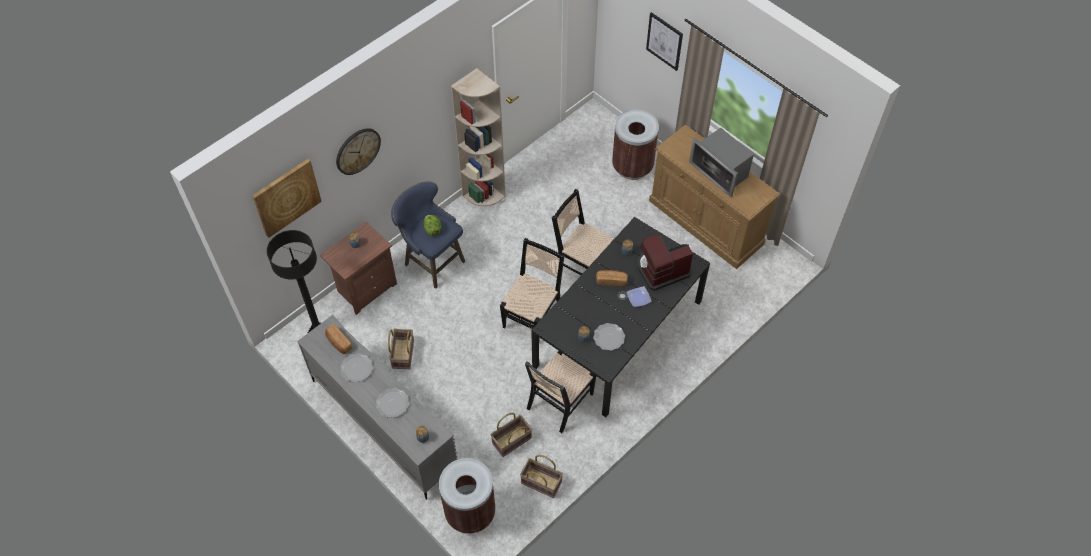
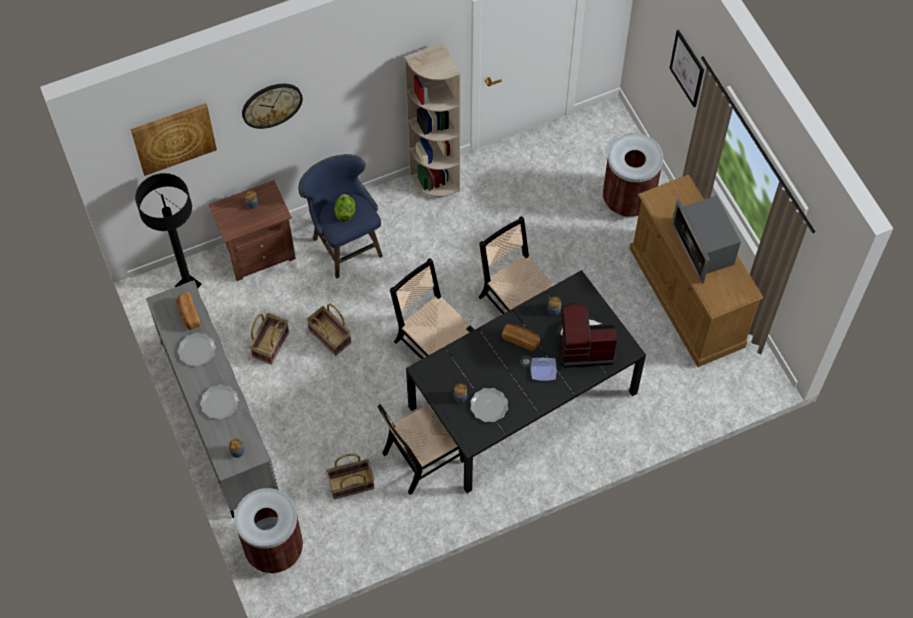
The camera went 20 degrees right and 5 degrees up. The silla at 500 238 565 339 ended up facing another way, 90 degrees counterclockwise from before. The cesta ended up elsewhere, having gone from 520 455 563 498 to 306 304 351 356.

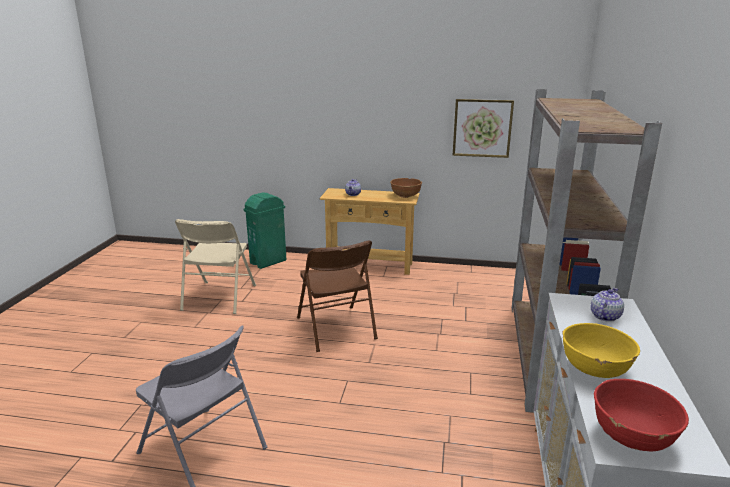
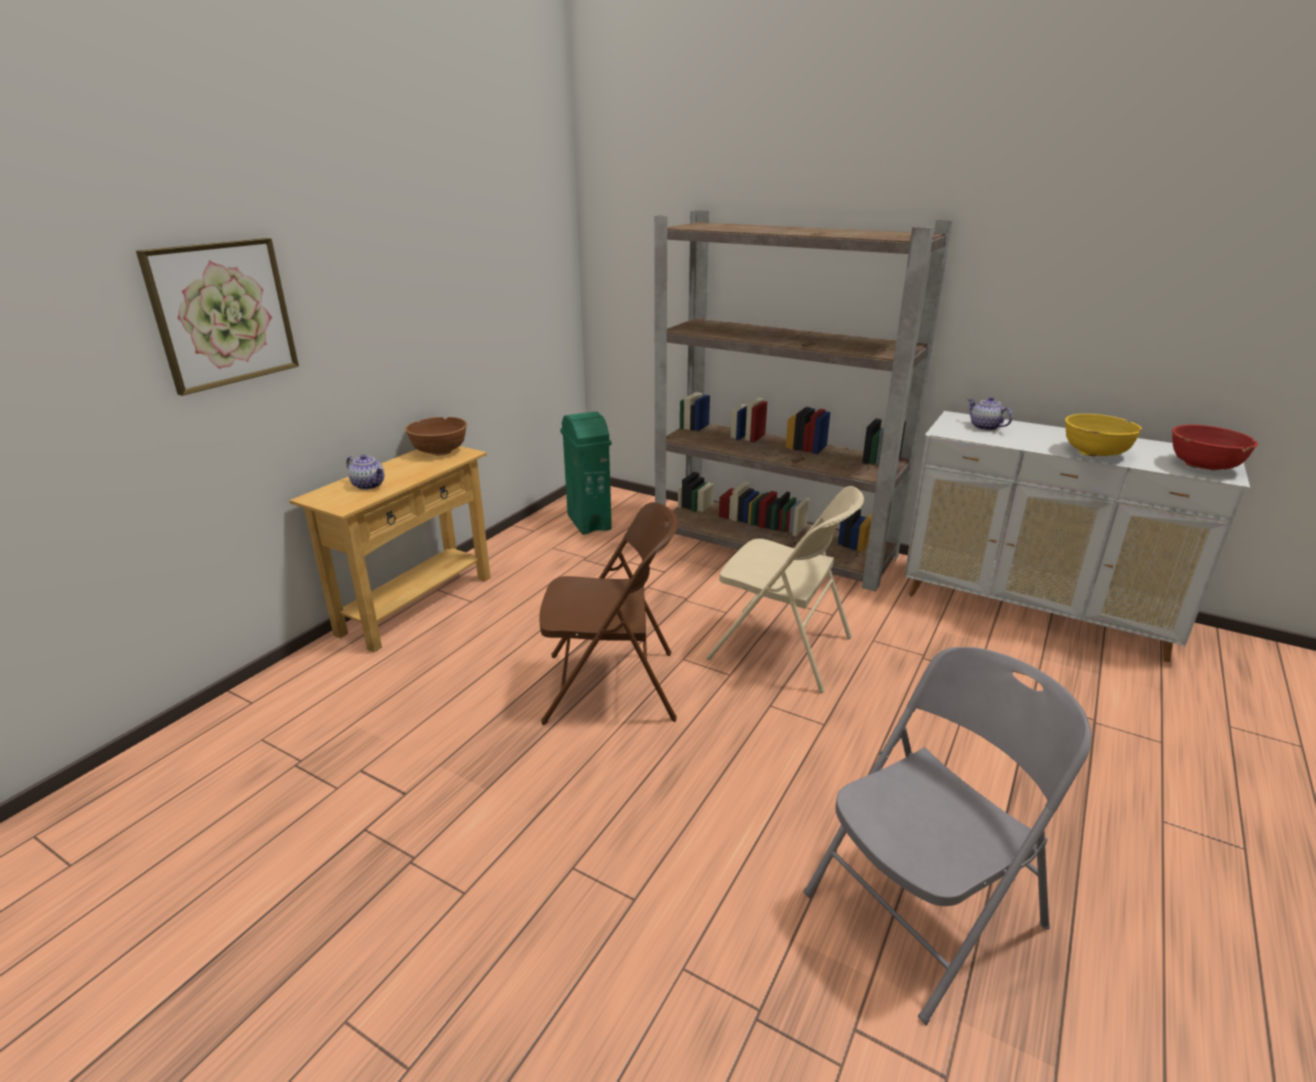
The camera went 70 degrees left and 5 degrees up. The silla/beis ended up elsewhere, having gone from 175 219 256 314 to 706 486 864 694. The papelera/verde ended up elsewhere, having gone from 244 192 286 269 to 560 411 612 535. The cuadro ended up elsewhere, having gone from 453 99 514 158 to 136 238 299 396.

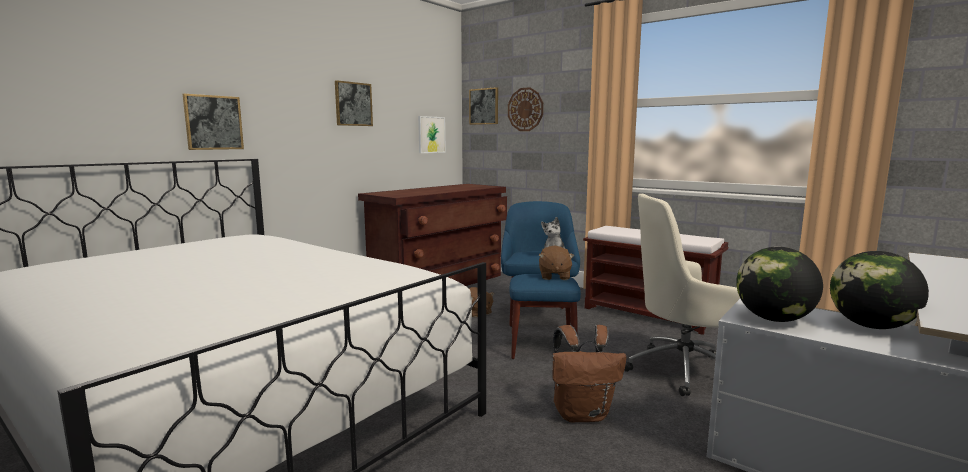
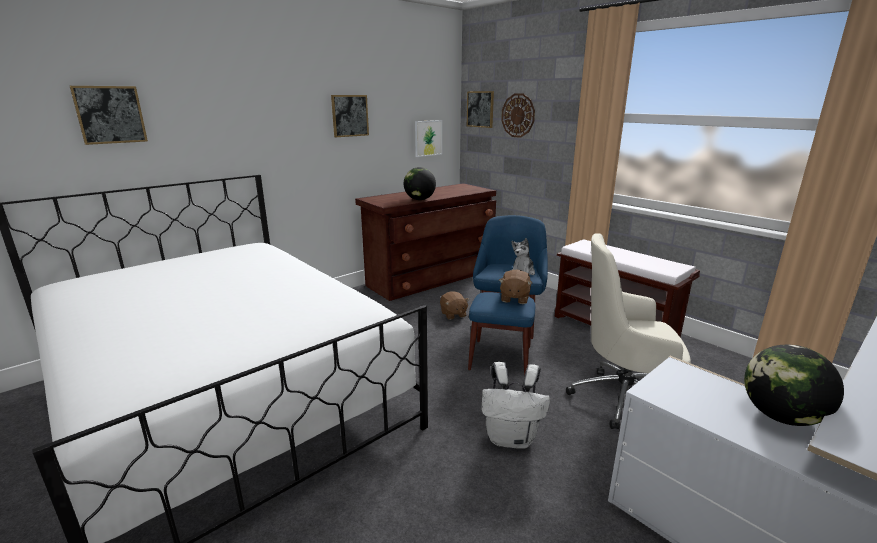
The camera went 10 degrees right and 10 degrees up. The cuadro ended up elsewhere, having gone from 183 94 244 150 to 70 86 148 145. What was the mochila/marrón at 552 325 626 423 turned into the mochila/blanco at 482 362 550 449. The globo terráqueo ended up elsewhere, having gone from 736 247 823 322 to 404 167 436 200.

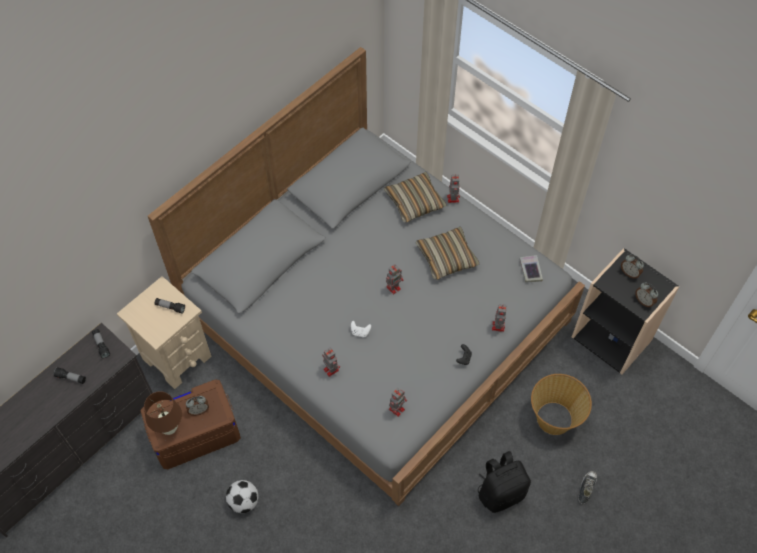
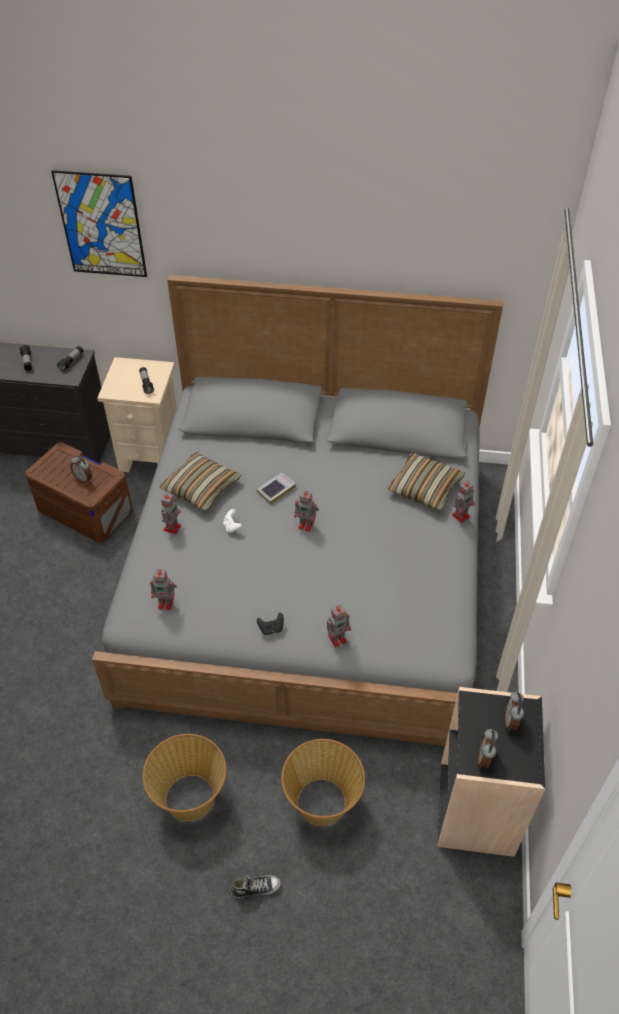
The camera went 55 degrees right and 10 degrees down. The second view lost the lámpara de mesa/marrón at 144 391 182 435. The second view lost the balón de fútbol at 226 480 258 513. The cojín ended up elsewhere, having gone from 416 227 479 280 to 159 452 242 511. Where the mochila/negro stood at 478 451 531 513, the cesta came to stand at 142 734 226 821. The libro ended up elsewhere, having gone from 519 255 543 283 to 257 473 296 504. The second view gained the cuadro at 51 170 147 277.

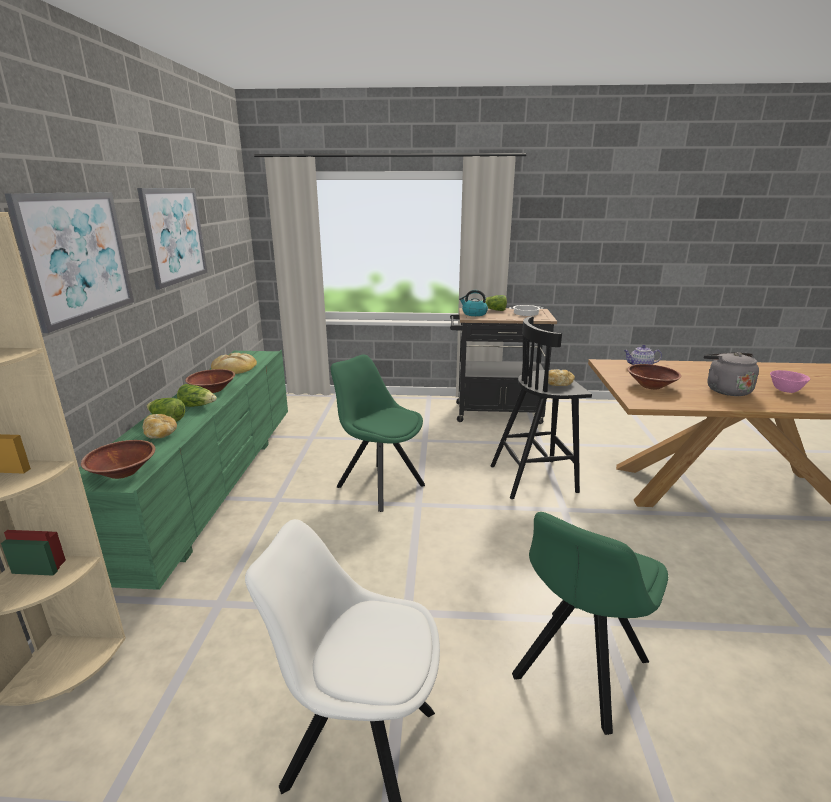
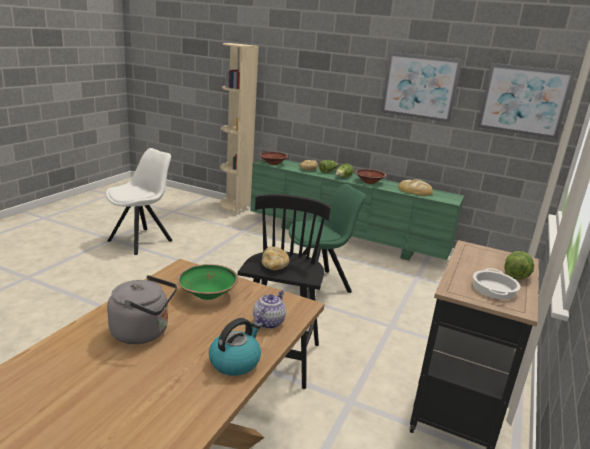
The camera went 110 degrees right and 0 degrees up. The cuadro ended up elsewhere, having gone from 5 192 134 333 to 477 63 576 139. The hervidor ended up elsewhere, having gone from 459 290 488 316 to 209 318 261 376. The second view lost the silla/verde at 512 512 668 735. What was the cuenco/marrón at 627 364 681 389 turned into the cuenco/verde at 177 264 238 300. The second view lost the cuenco/rosa at 770 370 810 393.

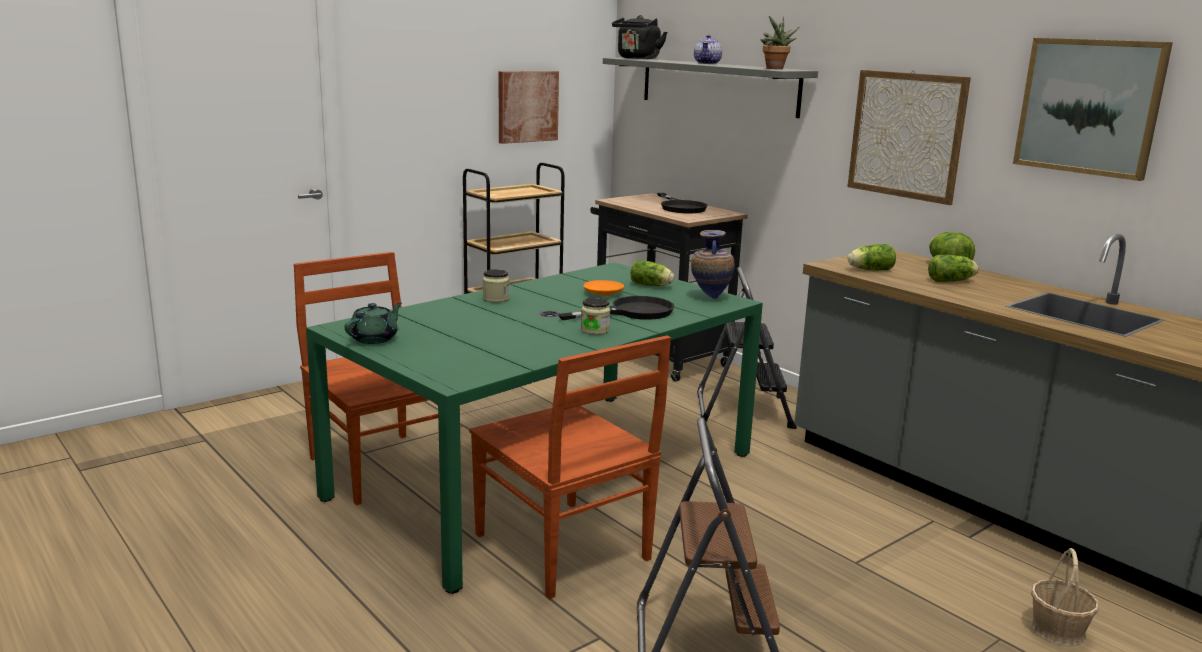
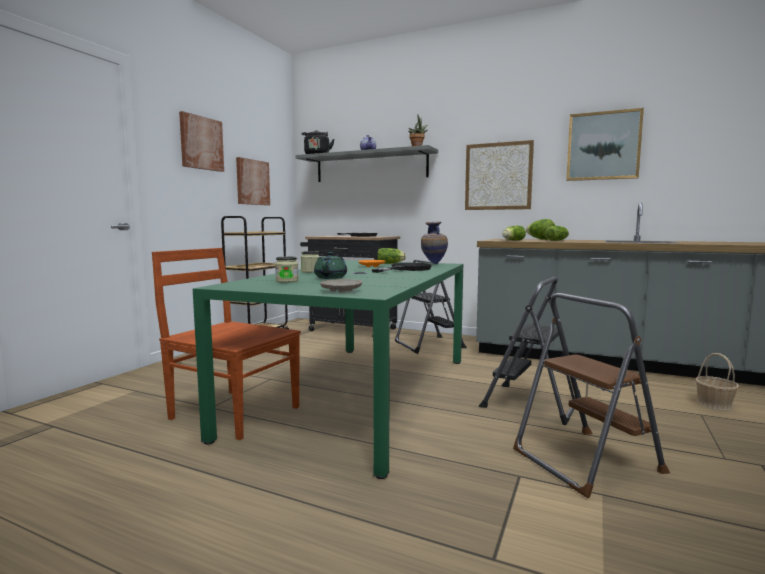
The camera went 25 degrees left and 10 degrees down. The tetera/verde ended up elsewhere, having gone from 344 302 402 344 to 314 252 347 279. The second view lost the silla/marrón at 469 335 671 599. The tarro ended up elsewhere, having gone from 581 298 610 335 to 275 257 299 283. The second view gained the cuadro at 179 111 224 172. The second view gained the plato/beis at 320 279 362 292. The second view gained the escalera de tijera/negro at 479 277 581 425.

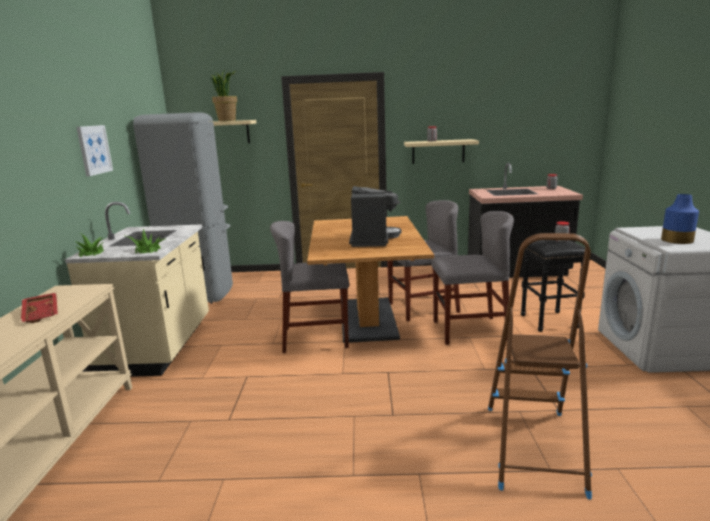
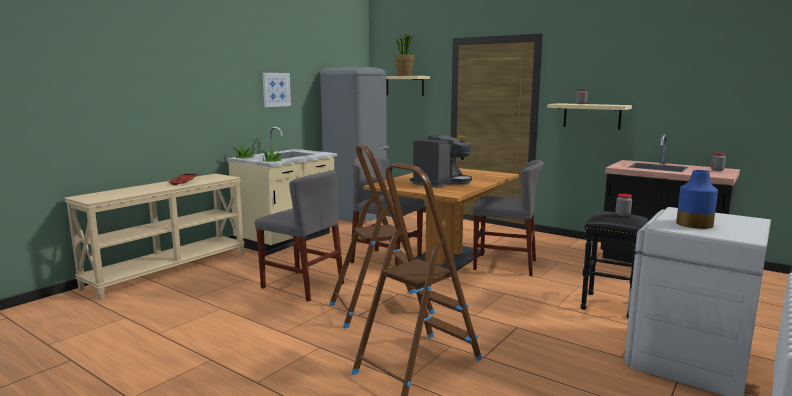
The camera went 35 degrees right and 5 degrees down. The silla/gris ended up elsewhere, having gone from 431 211 514 345 to 255 171 344 302. The second view gained the escalera de tijera/marrón at 329 144 435 328.

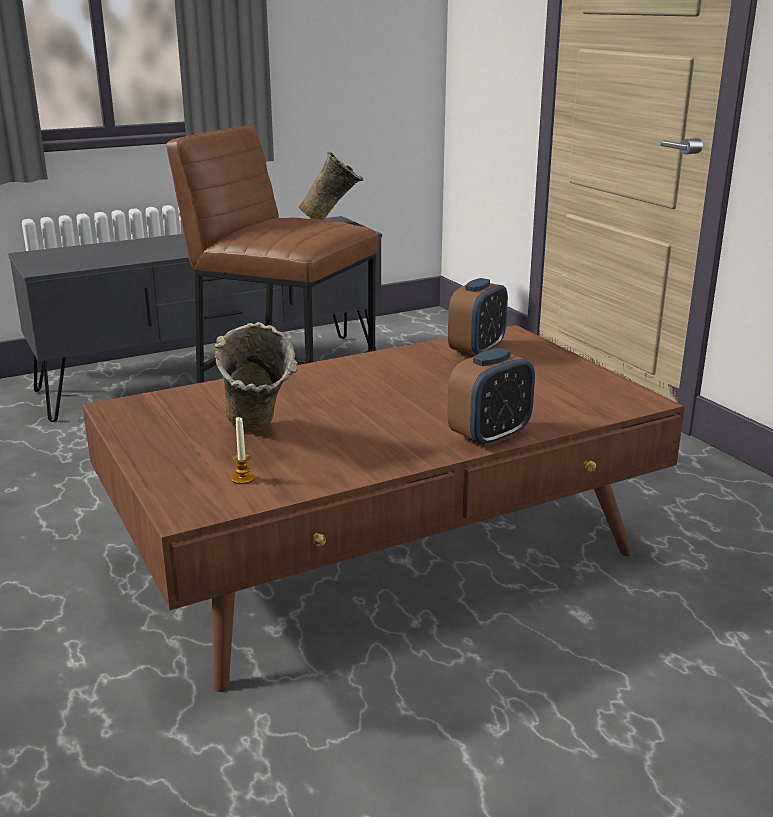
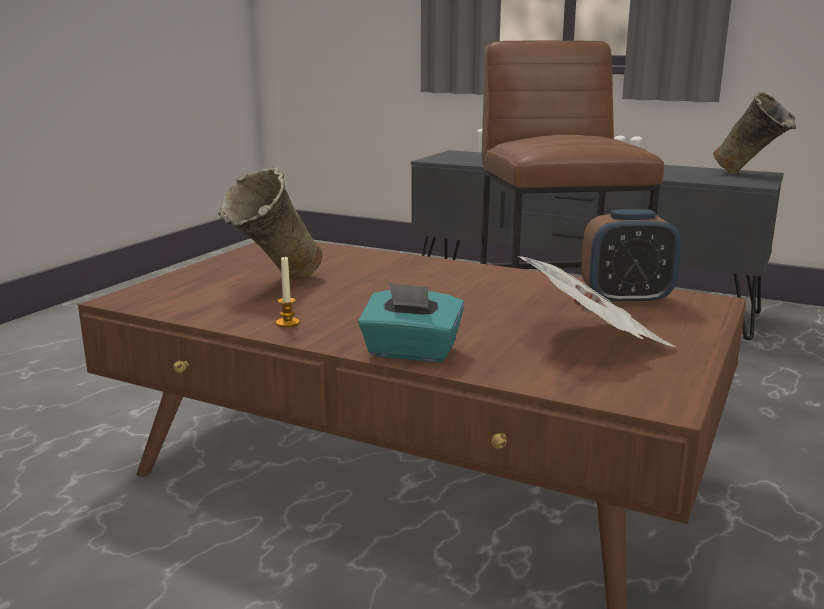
The camera went 55 degrees right and 5 degrees down. The vela ended up elsewhere, having gone from 231 417 255 484 to 276 255 300 327. Where the despertador stood at 447 348 535 448, the caja de pañuelos/turquesa came to stand at 358 282 464 362. The second view gained the periódico at 518 256 676 347.

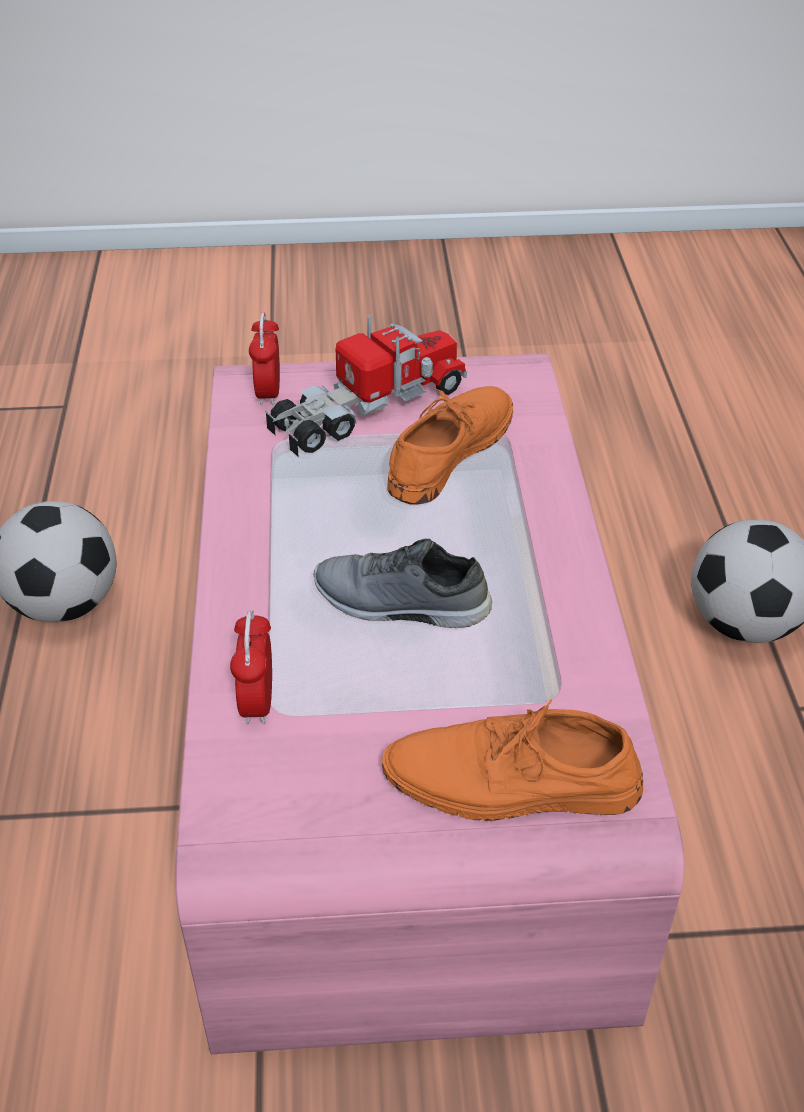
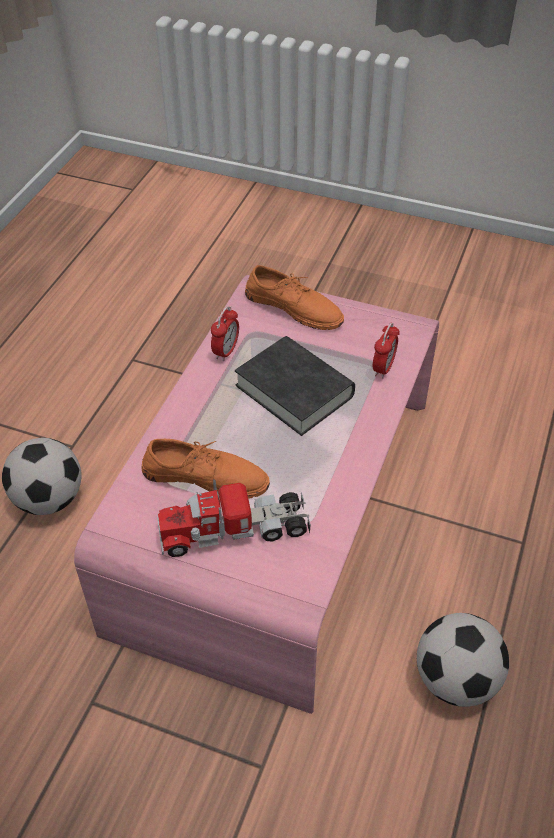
The camera went 155 degrees left and 5 degrees up. The despertador ended up elsewhere, having gone from 249 312 280 405 to 211 306 239 361. Where the zapato/gris stood at 314 538 492 628, the libro/negro came to stand at 235 336 355 436. The zapato/naranja at 387 386 513 504 ended up facing another way, 135 degrees counterclockwise from before.

